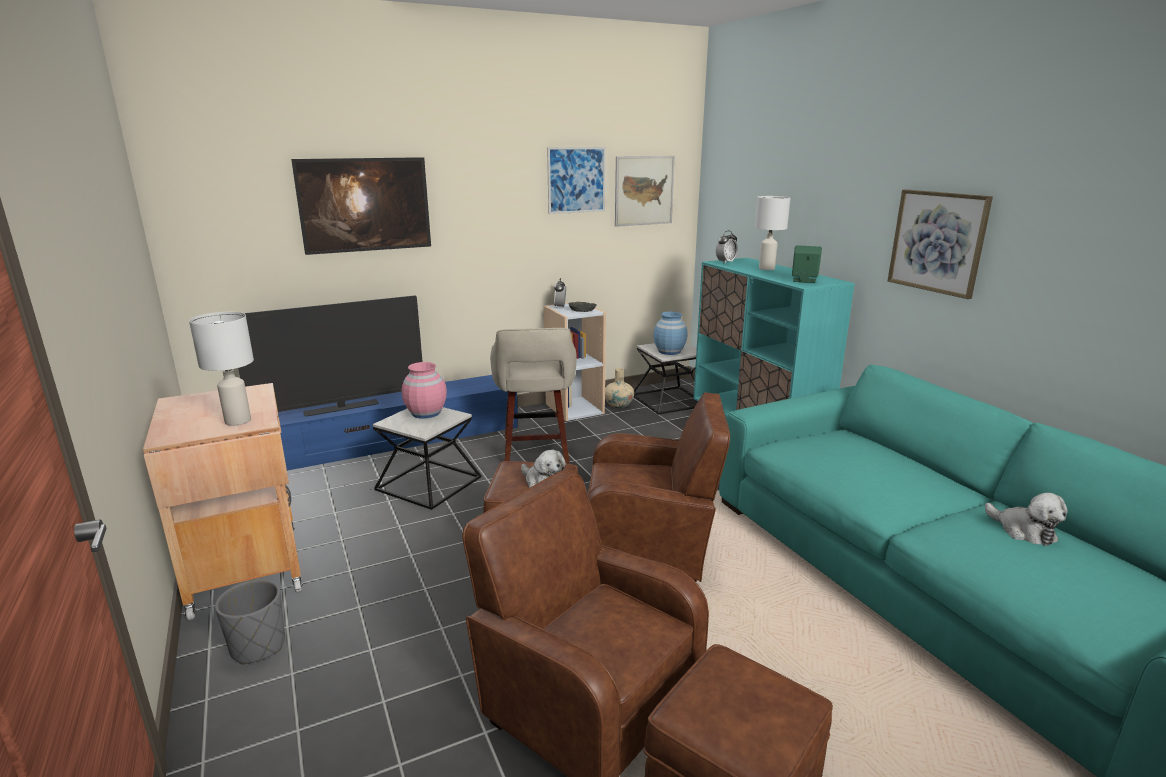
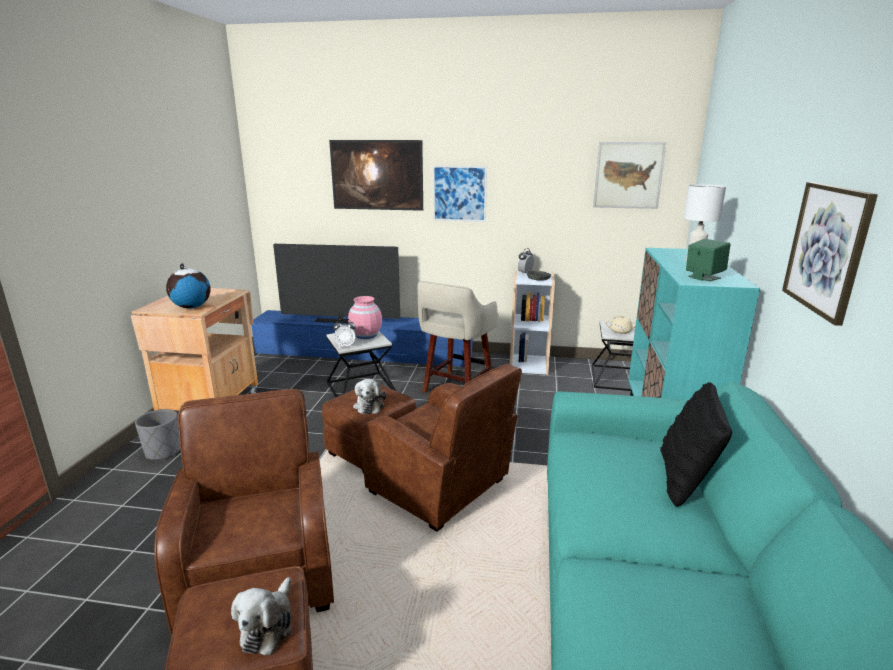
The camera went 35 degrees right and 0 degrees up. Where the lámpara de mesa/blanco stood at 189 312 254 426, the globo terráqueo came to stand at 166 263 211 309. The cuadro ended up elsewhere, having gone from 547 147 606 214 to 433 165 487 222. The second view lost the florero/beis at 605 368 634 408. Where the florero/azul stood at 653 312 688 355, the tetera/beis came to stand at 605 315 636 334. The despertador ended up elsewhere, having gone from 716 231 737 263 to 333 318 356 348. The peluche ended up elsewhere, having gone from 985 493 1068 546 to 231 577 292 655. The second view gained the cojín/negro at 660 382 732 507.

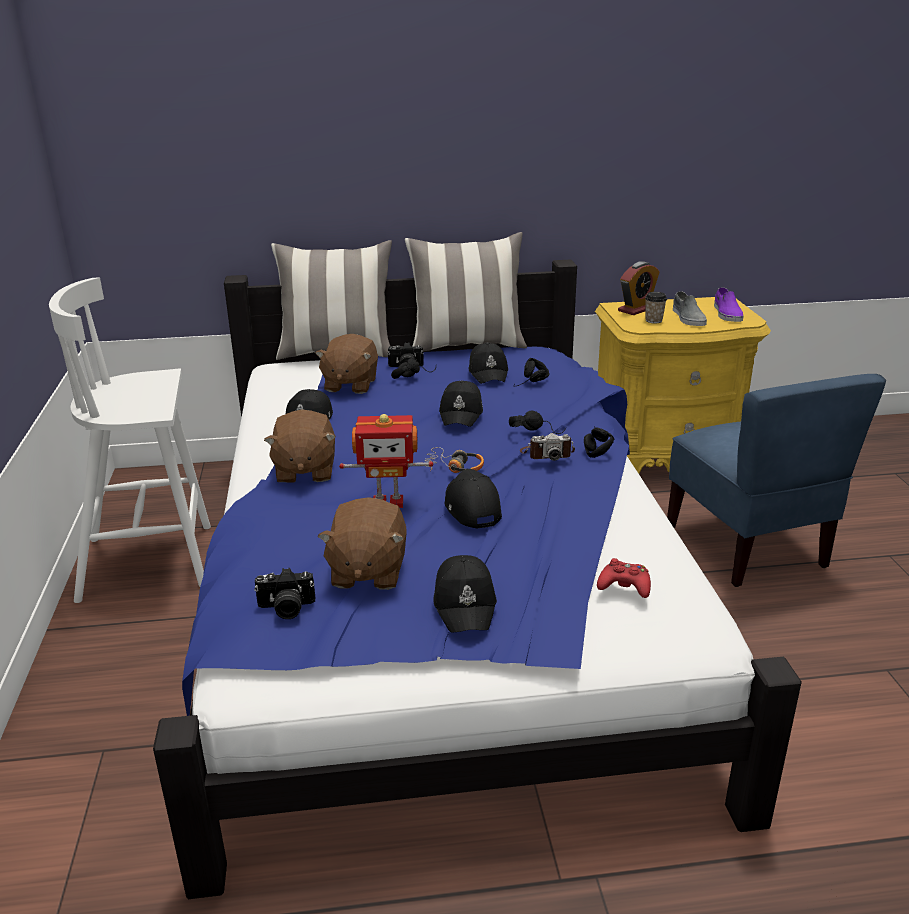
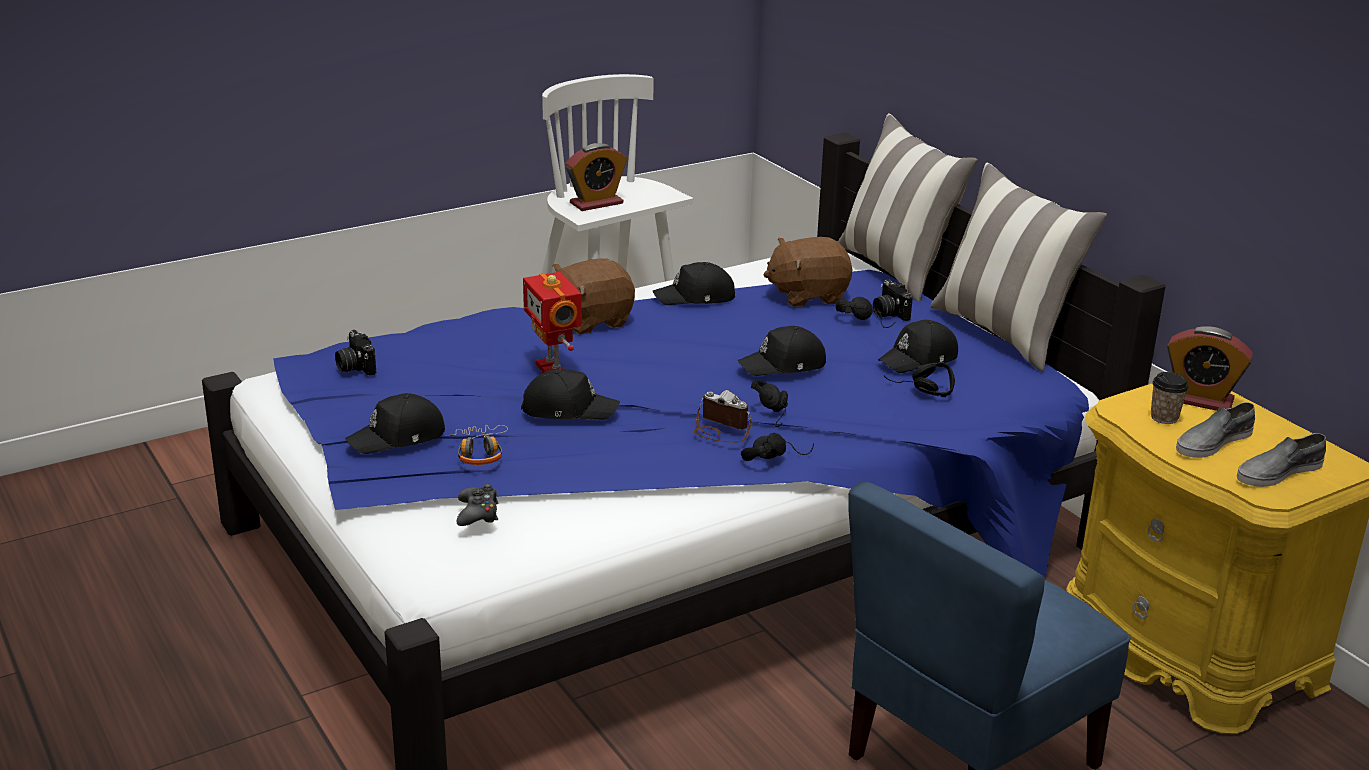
The camera went 65 degrees right and 0 degrees up. The second view lost the peluche/marrón at 317 497 406 590. The auriculares ended up elsewhere, having gone from 425 447 484 473 to 446 425 508 465. The gorra/negro at 444 469 502 528 ended up facing another way, 45 degrees clockwise from before. The cámara at 520 433 575 461 ended up facing another way, 150 degrees clockwise from before. What was the mando de consola/rojo at 597 558 651 598 turned into the mando de consola/negro at 457 484 499 526. What was the zapato/morado at 714 287 744 322 turned into the zapato/gris at 1237 433 1326 487. The second view gained the despertador at 566 143 627 211.

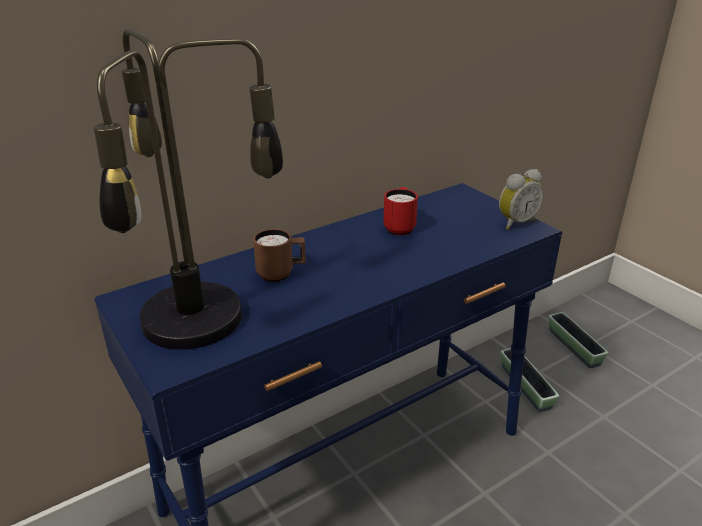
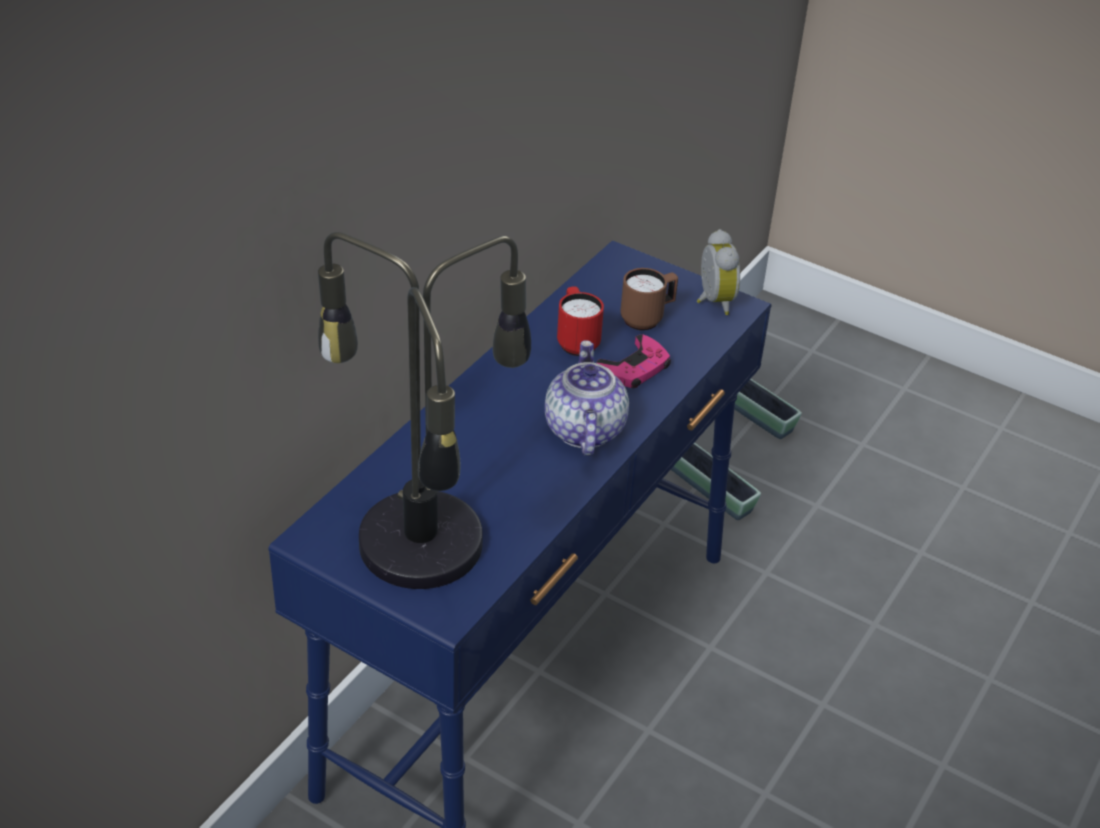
The camera went 25 degrees left and 10 degrees up. The taza grande/marrón ended up elsewhere, having gone from 253 229 306 282 to 620 268 678 330. The despertador at 499 169 544 230 ended up facing another way, 45 degrees counterclockwise from before. The second view gained the tetera at 545 340 629 456. The second view gained the mando de consola/rosa at 597 335 671 388.

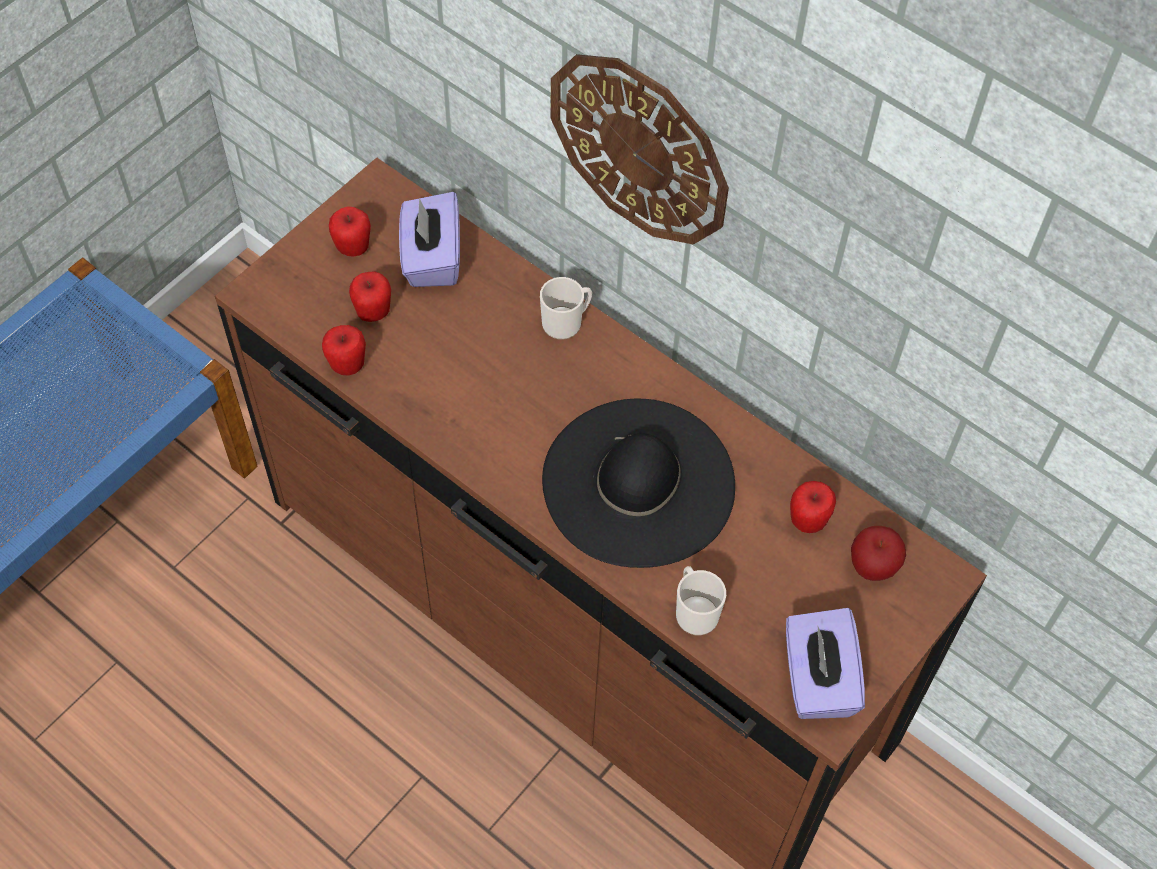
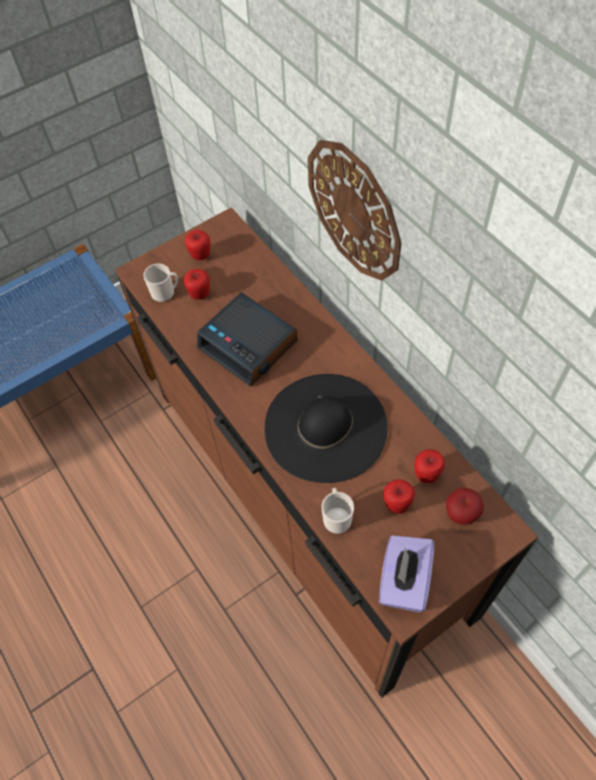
The camera went 20 degrees right and 0 degrees up. The manzana ended up elsewhere, having gone from 322 325 366 376 to 383 479 415 514. The second view lost the caja de pañuelos/morado at 399 192 460 287. The taza grande ended up elsewhere, having gone from 540 277 592 340 to 143 264 178 302. The second view gained the despertador at 197 292 298 387.

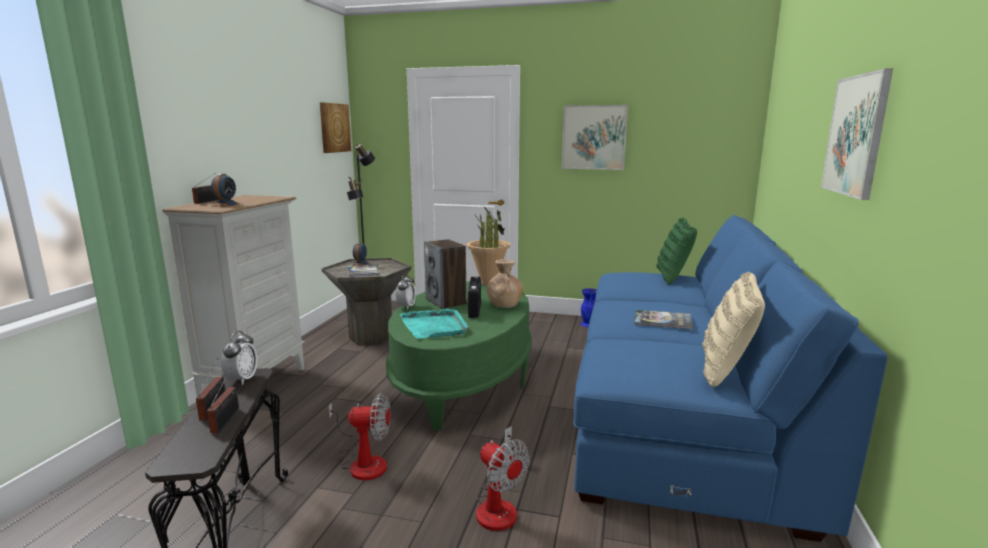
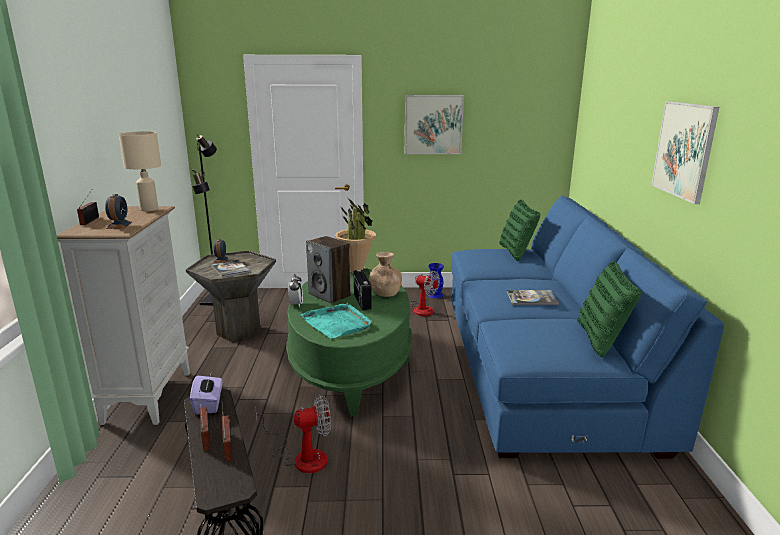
The camera went 15 degrees left and 5 degrees up. Where the despertador stood at 221 331 258 385, the caja de pañuelos/morado came to stand at 190 371 222 415. The second view lost the cuadro at 320 102 351 153. The ventilador ended up elsewhere, having gone from 476 426 529 531 to 411 271 440 316. What was the cojín/beis at 702 272 765 387 turned into the cojín/verde at 577 261 641 357. The second view gained the lámpara de mesa/beis at 119 131 161 211.

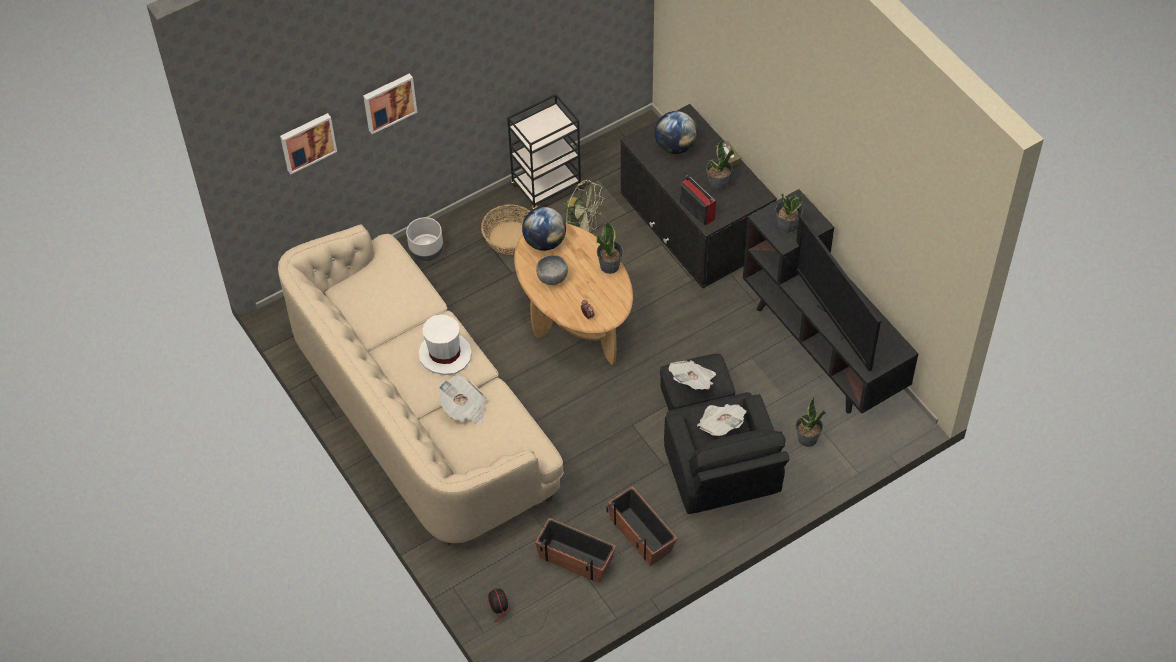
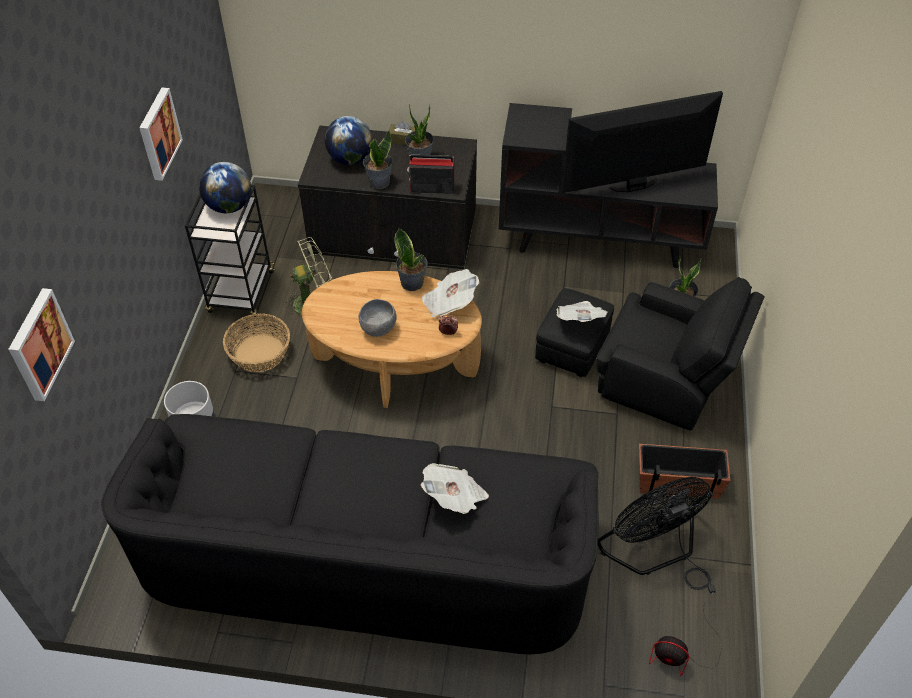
The camera went 50 degrees left and 5 degrees down. What was the sofá/beis at 278 224 564 545 turned into the sofá/negro at 101 414 599 654. The cuadro ended up elsewhere, having gone from 363 73 417 134 to 139 88 183 181. The second view lost the sombrero/blanco at 419 315 472 375. The globo terráqueo ended up elsewhere, having gone from 522 207 566 251 to 199 162 251 213. Where the maceta stood at 535 518 616 583, the ventilador/negro came to stand at 598 477 716 595. The periódico ended up elsewhere, having gone from 697 404 746 436 to 422 269 479 318. The planta en maceta ended up elsewhere, having gone from 775 193 803 233 to 363 130 392 189. The televisor at 796 215 881 371 ended up facing another way, 150 degrees clockwise from before.

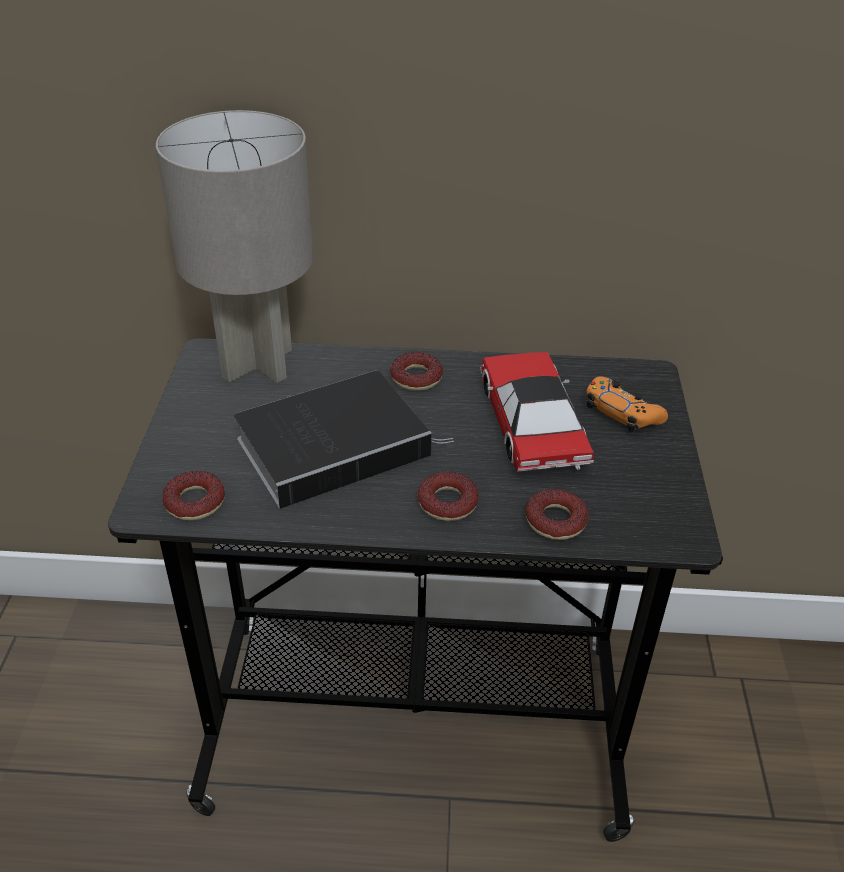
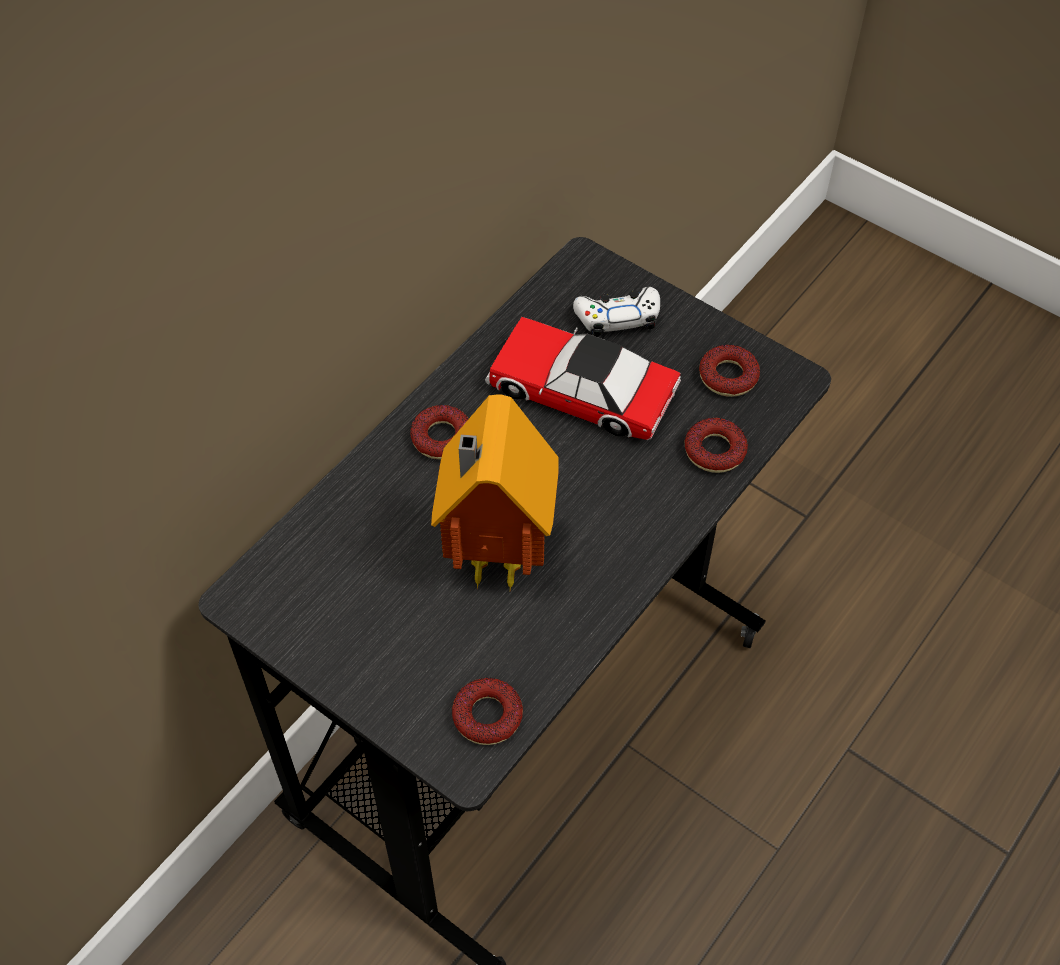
The camera went 55 degrees left and 15 degrees up. The second view lost the lámpara de mesa/gris at 156 110 313 383. Where the libro stood at 234 371 454 509, the casita came to stand at 431 394 559 590. The rosquilla ended up elsewhere, having gone from 418 472 479 521 to 699 344 760 397. What was the mando de consola/naranja at 586 376 668 433 turned into the mando de consola/blanco at 573 287 660 337.

